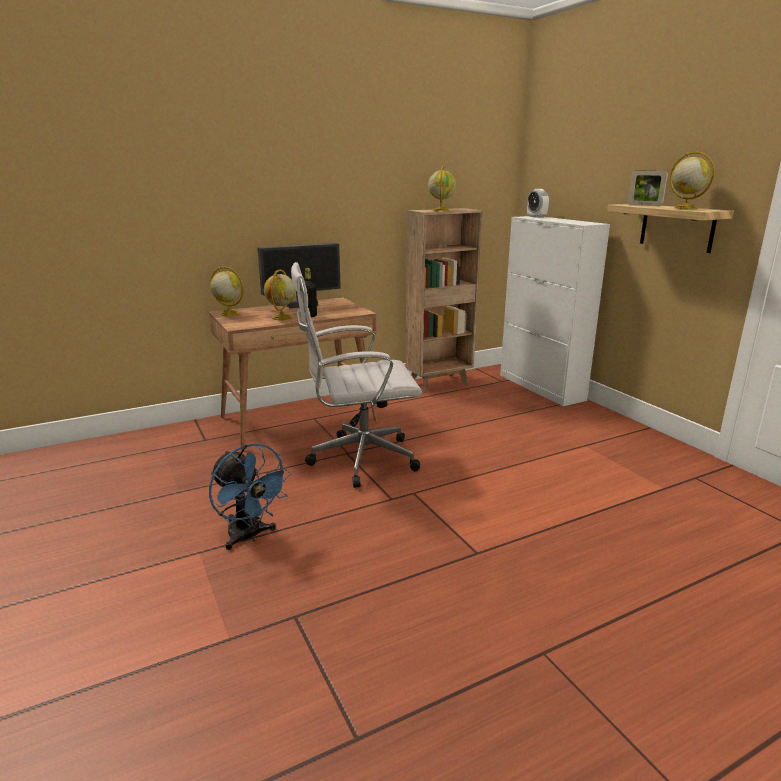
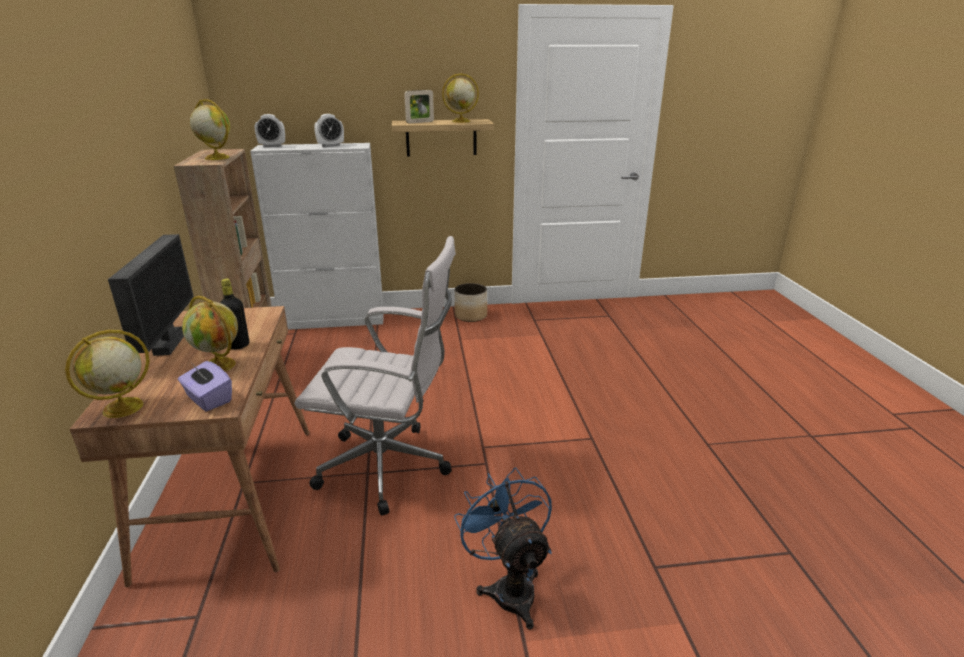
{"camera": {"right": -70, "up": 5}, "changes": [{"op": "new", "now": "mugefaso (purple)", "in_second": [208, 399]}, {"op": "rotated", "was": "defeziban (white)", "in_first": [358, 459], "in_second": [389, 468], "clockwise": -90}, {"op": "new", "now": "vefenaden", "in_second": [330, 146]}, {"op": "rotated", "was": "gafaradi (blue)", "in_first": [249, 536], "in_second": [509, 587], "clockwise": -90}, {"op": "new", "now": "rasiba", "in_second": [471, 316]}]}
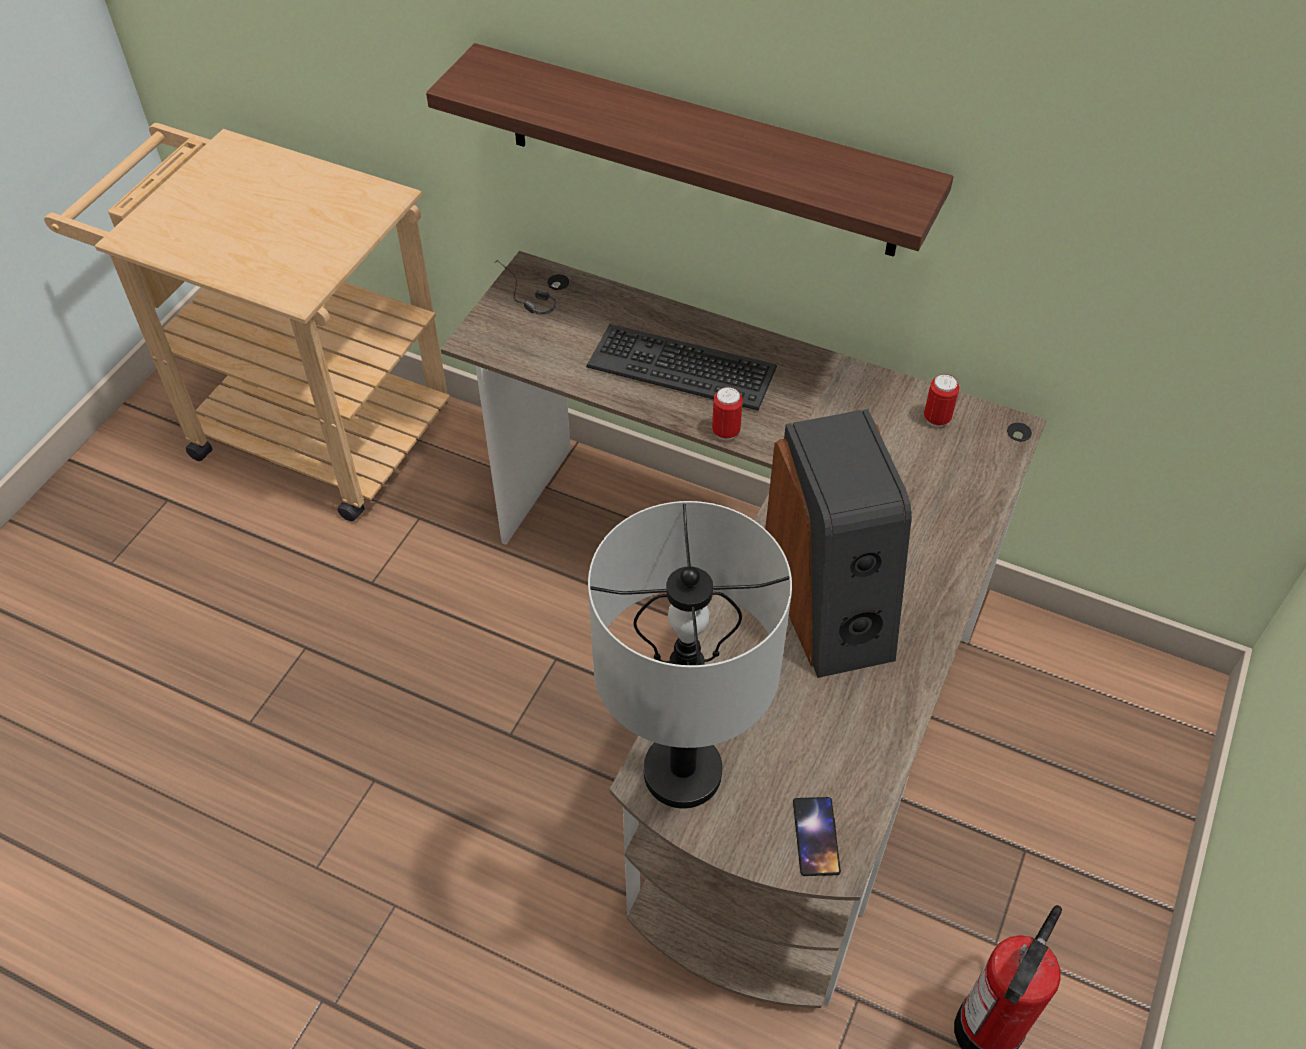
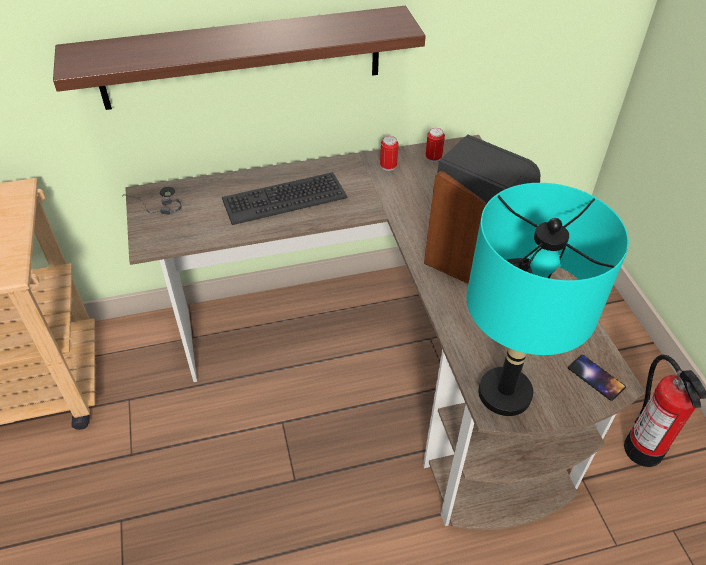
{"camera": {"right": -40, "up": -5}, "changes": [{"op": "shifted", "was": "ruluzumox", "in_first": [726, 432], "in_second": [388, 166]}, {"op": "repainted", "was": "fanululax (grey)", "now": "fanululax (turquoise)", "in_first": [682, 773], "in_second": [505, 394]}]}
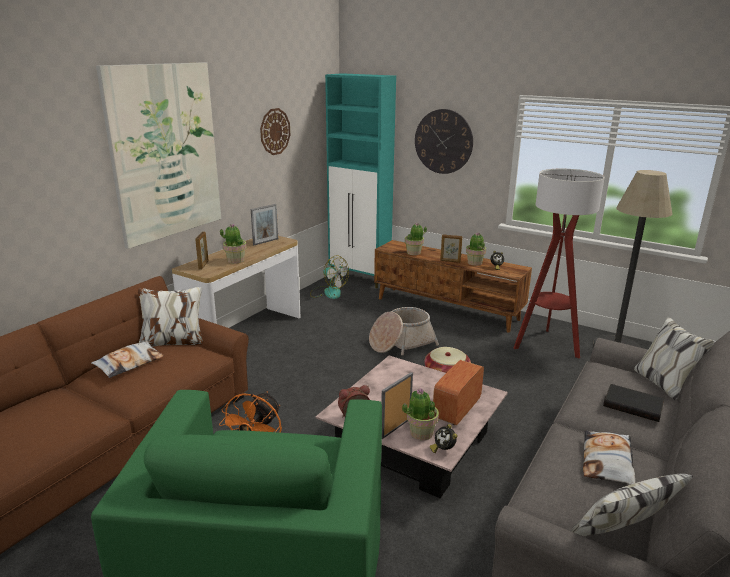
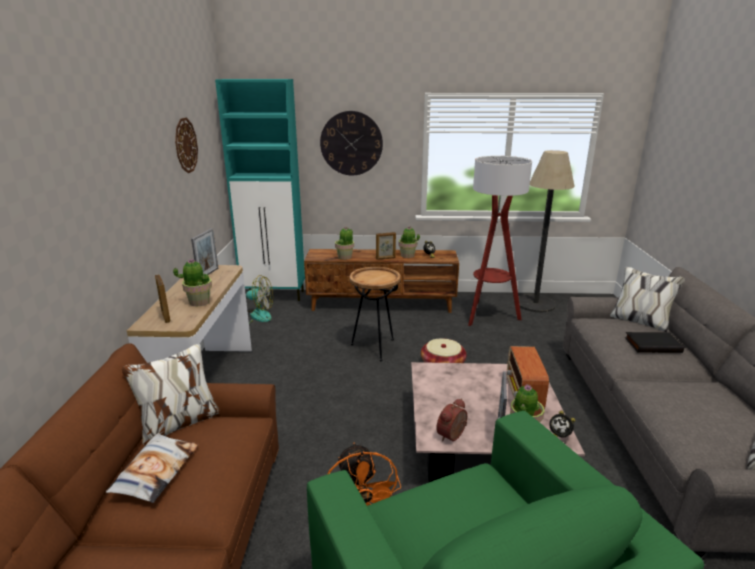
{"camera": {"right": -30, "up": 0}, "changes": [{"op": "swapped", "was": "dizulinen", "now": "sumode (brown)", "in_first": [401, 343], "in_second": [375, 348]}, {"op": "gone", "was": "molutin", "in_first": [165, 152]}, {"op": "gone", "was": "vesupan", "in_first": [607, 461]}]}
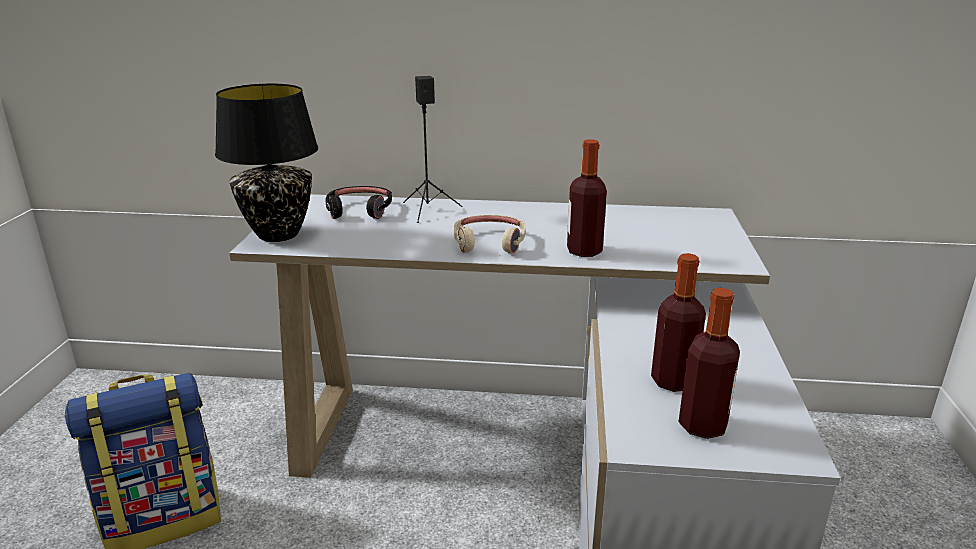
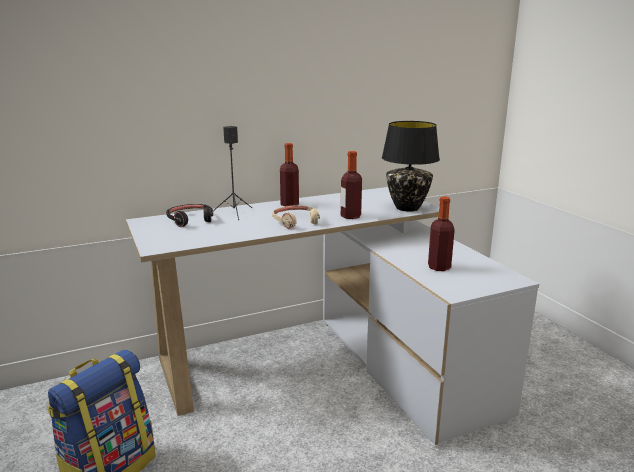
{"camera": {"right": -30, "up": -5}, "changes": [{"op": "shifted", "was": "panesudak", "in_first": [702, 426], "in_second": [289, 204]}, {"op": "shifted", "was": "fanululax (black)", "in_first": [277, 234], "in_second": [406, 208]}]}
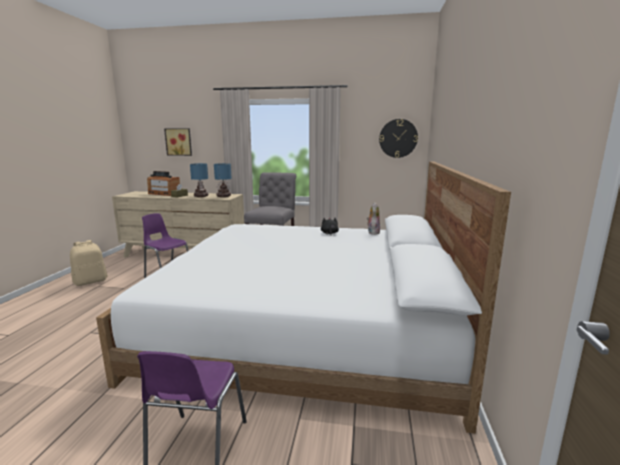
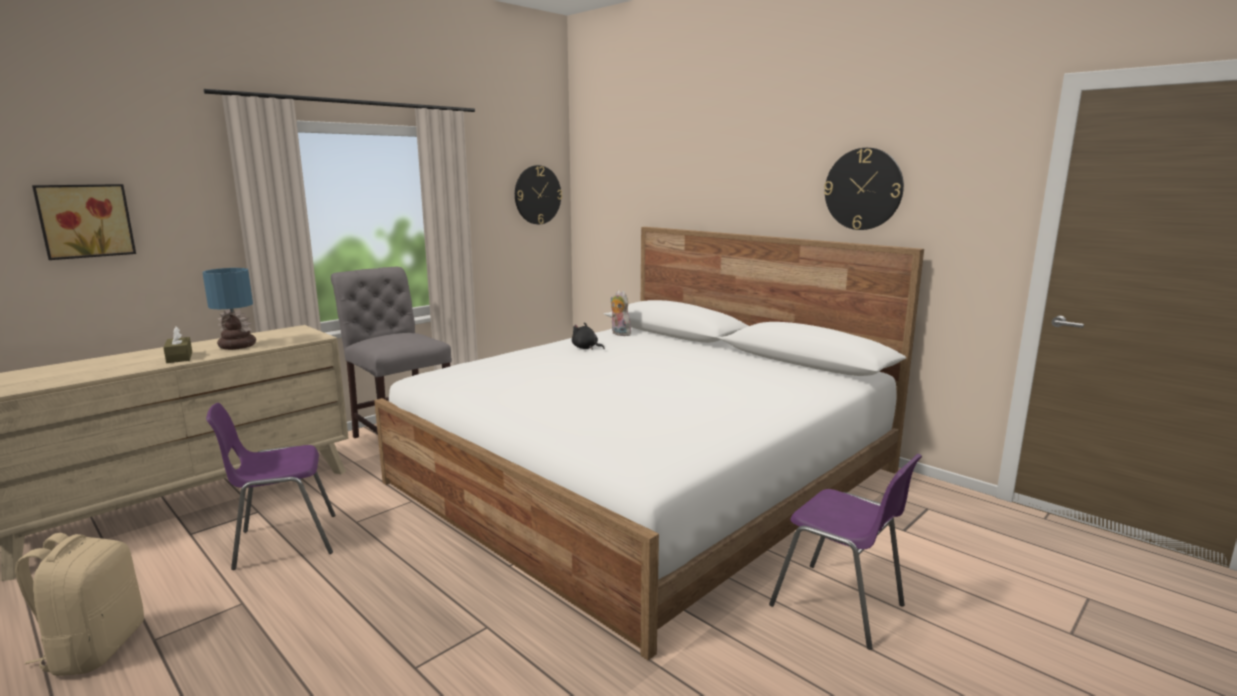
{"camera": {"right": -55, "up": 0}, "changes": [{"op": "new", "now": "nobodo", "in_second": [863, 189]}, {"op": "gone", "was": "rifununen", "in_first": [164, 193]}, {"op": "gone", "was": "fanululax", "in_first": [224, 196]}]}
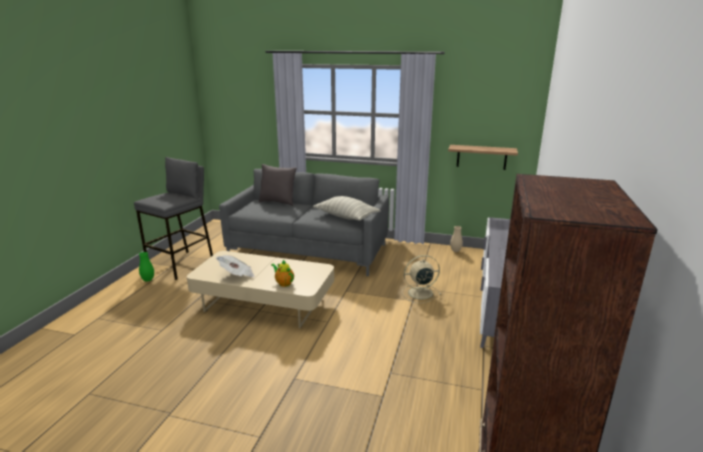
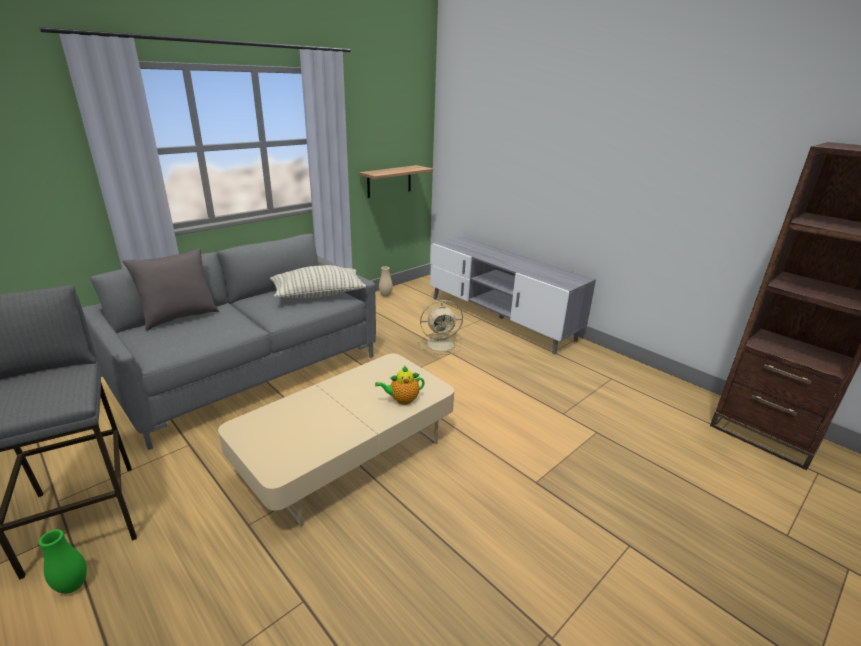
{"camera": {"right": -60, "up": 5}, "changes": [{"op": "rotated", "was": "gafaradi (beige)", "in_first": [419, 293], "in_second": [442, 344], "clockwise": -120}, {"op": "gone", "was": "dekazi", "in_first": [237, 275]}]}
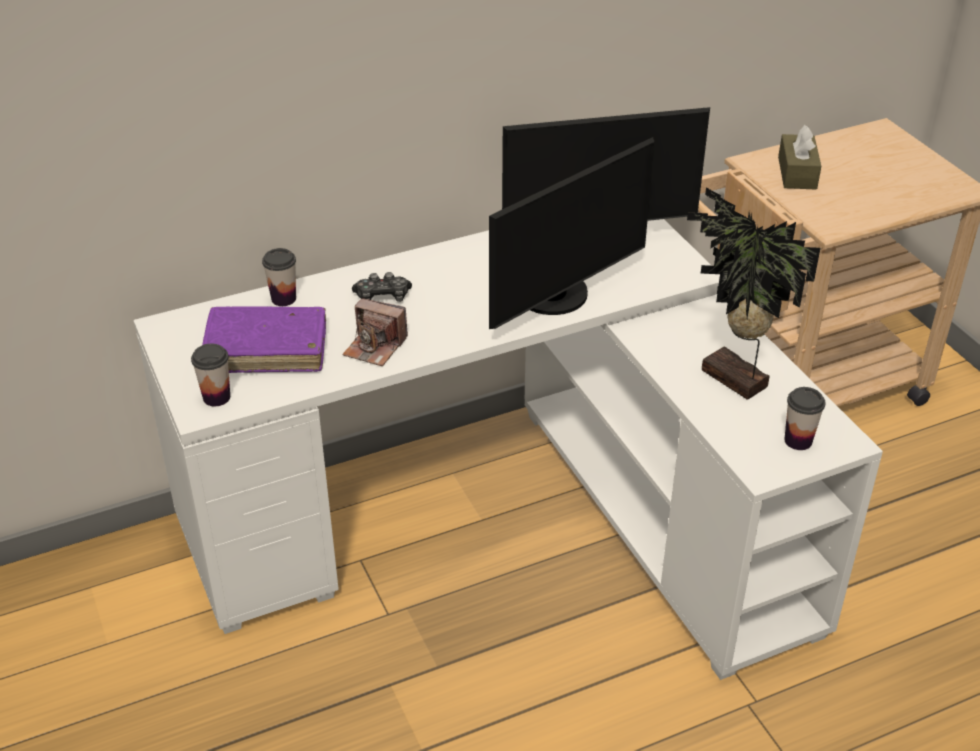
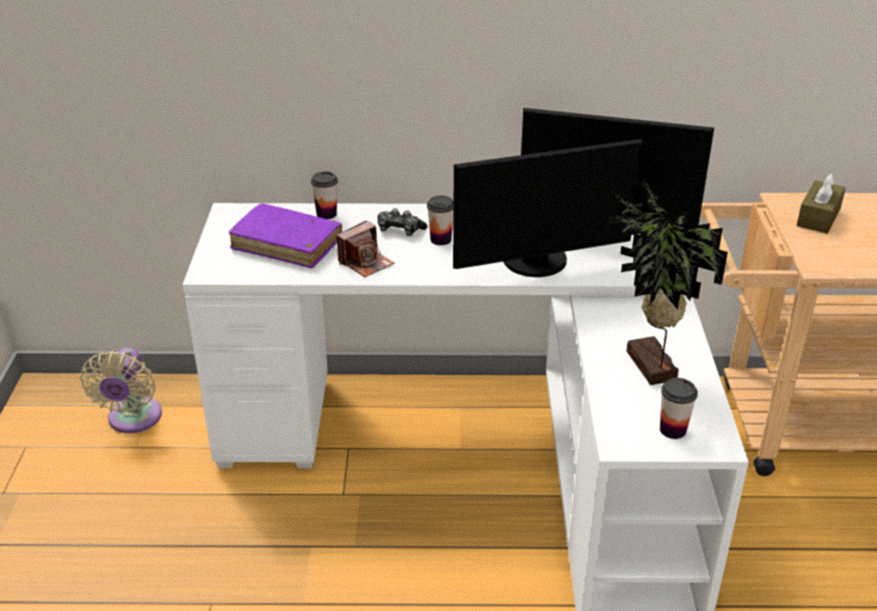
{"camera": {"right": 25, "up": -5}, "changes": [{"op": "new", "now": "gafaradi (beige)", "in_second": [133, 420]}, {"op": "rotated", "was": "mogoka", "in_first": [375, 347], "in_second": [366, 263], "clockwise": -90}, {"op": "shifted", "was": "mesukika", "in_first": [216, 397], "in_second": [440, 239]}]}
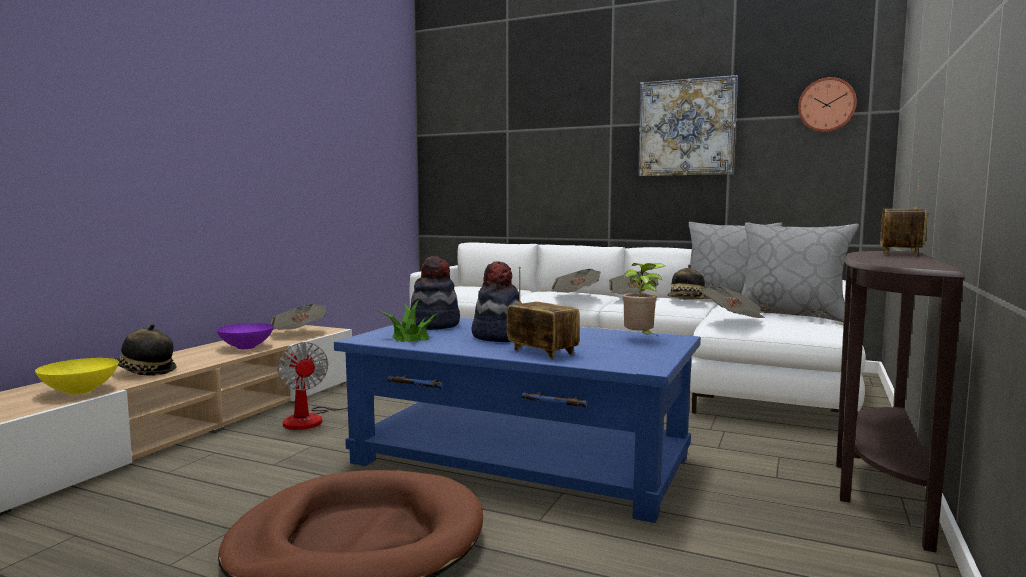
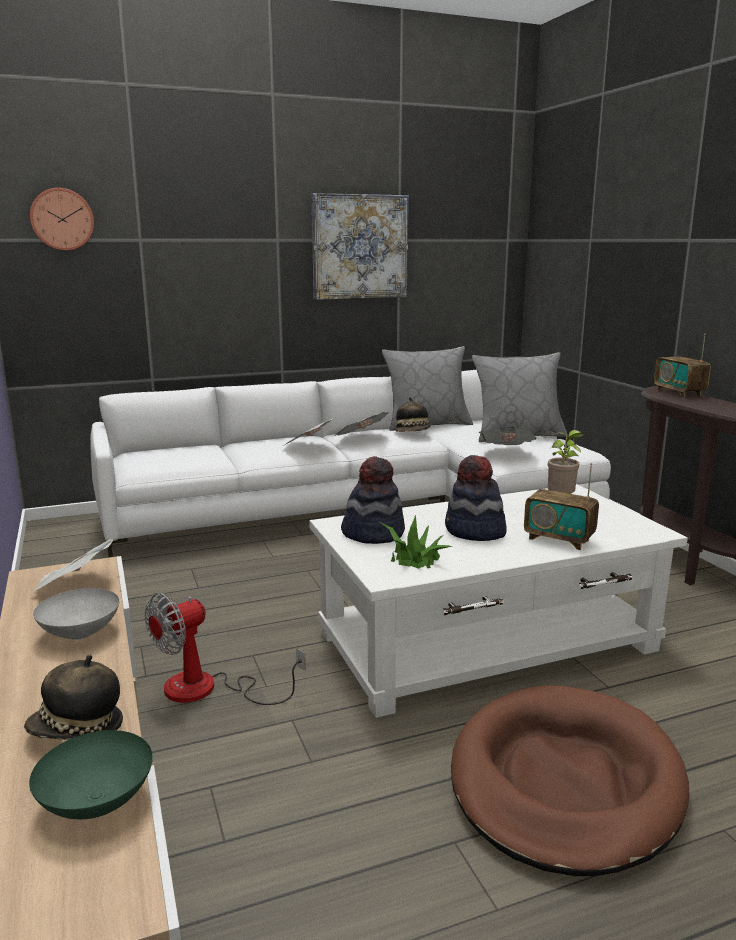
{"camera": {"right": -45, "up": 10}, "changes": [{"op": "repainted", "was": "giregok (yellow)", "now": "giregok (green)", "in_first": [79, 391], "in_second": [95, 803]}, {"op": "shifted", "was": "nobodo", "in_first": [826, 105], "in_second": [62, 219]}, {"op": "repainted", "was": "giregok (purple)", "now": "giregok (grey)", "in_first": [245, 347], "in_second": [79, 634]}, {"op": "rotated", "was": "gafaradi", "in_first": [313, 418], "in_second": [208, 689], "clockwise": 120}, {"op": "repainted", "was": "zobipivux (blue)", "now": "zobipivux (white)", "in_first": [521, 460], "in_second": [488, 642]}, {"op": "rotated", "was": "rifununen", "in_first": [542, 352], "in_second": [559, 539], "clockwise": -150}]}
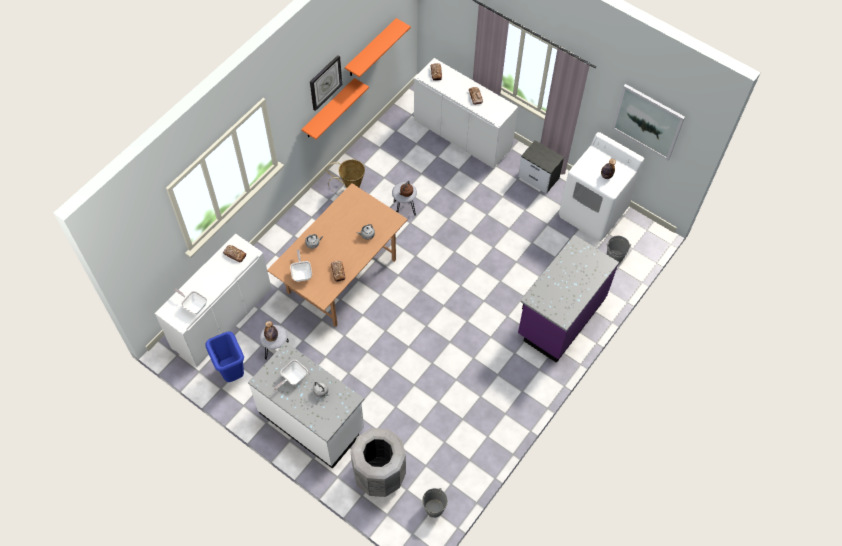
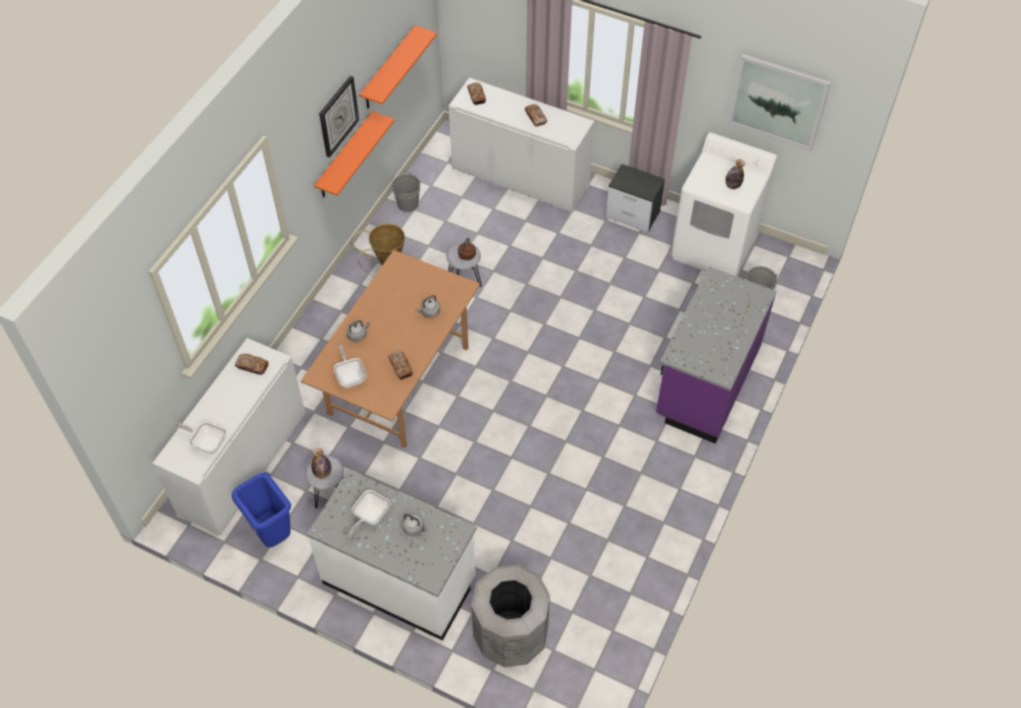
{"camera": {"right": -10, "up": -5}, "changes": [{"op": "shifted", "was": "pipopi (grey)", "in_first": [434, 508], "in_second": [408, 204]}]}
